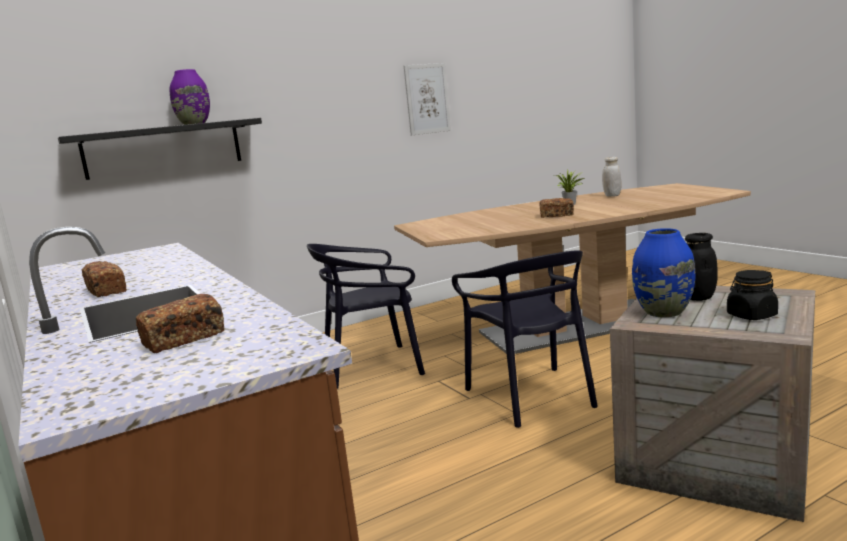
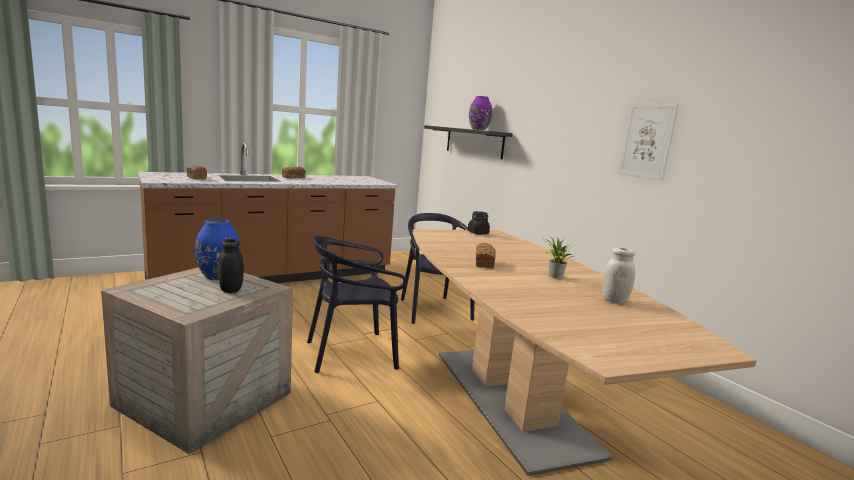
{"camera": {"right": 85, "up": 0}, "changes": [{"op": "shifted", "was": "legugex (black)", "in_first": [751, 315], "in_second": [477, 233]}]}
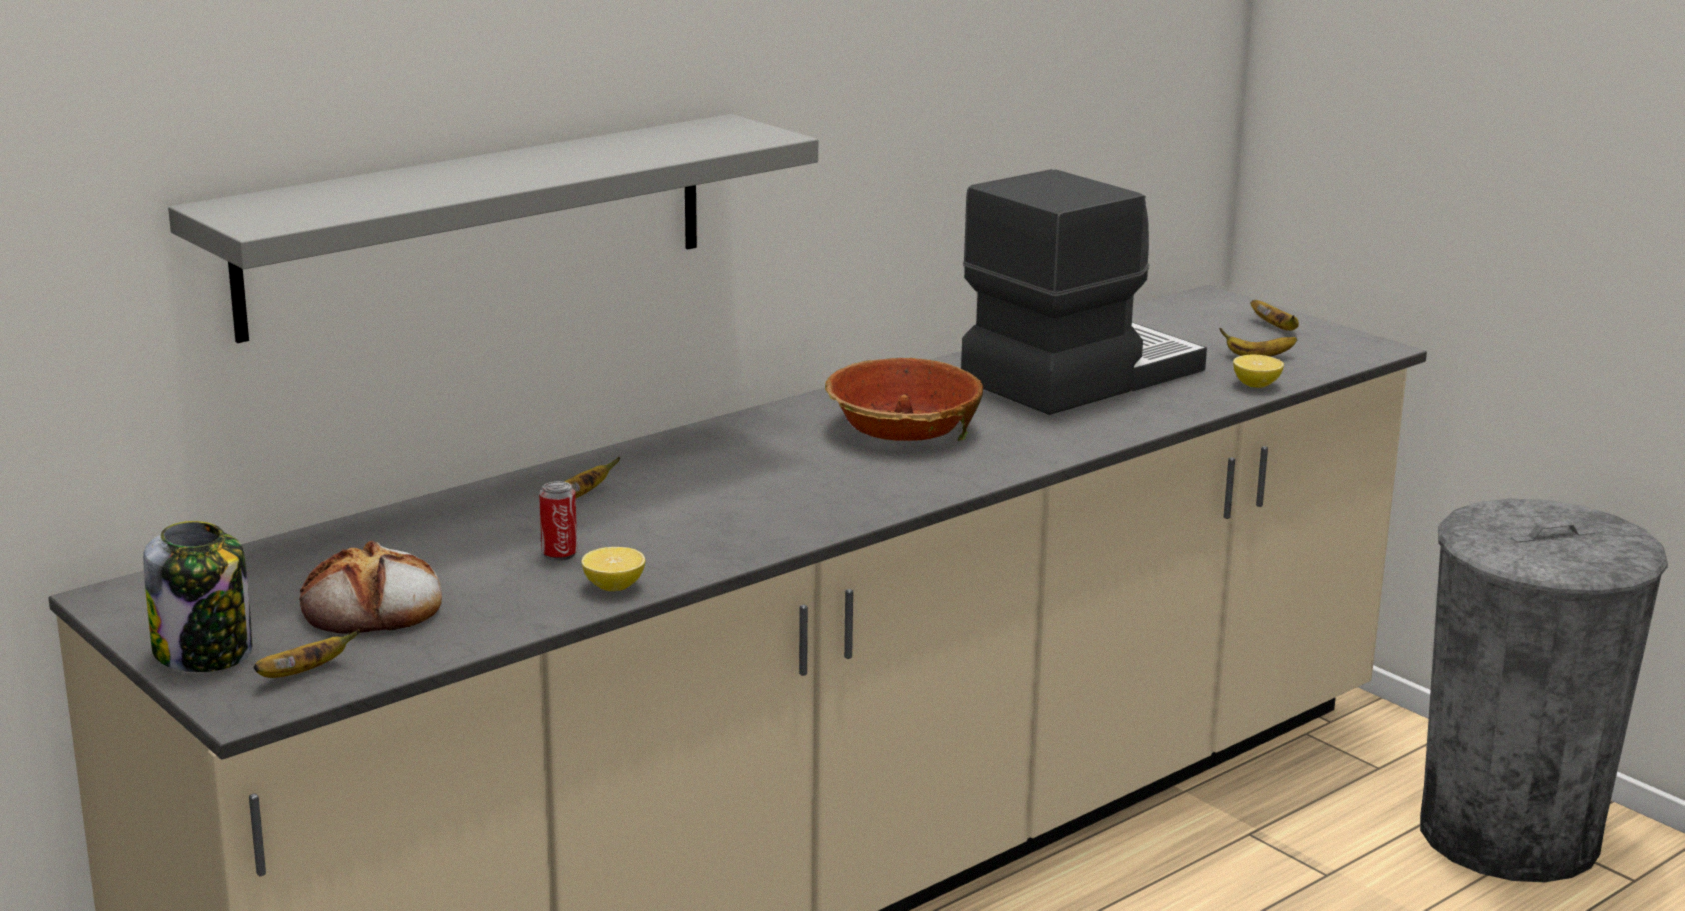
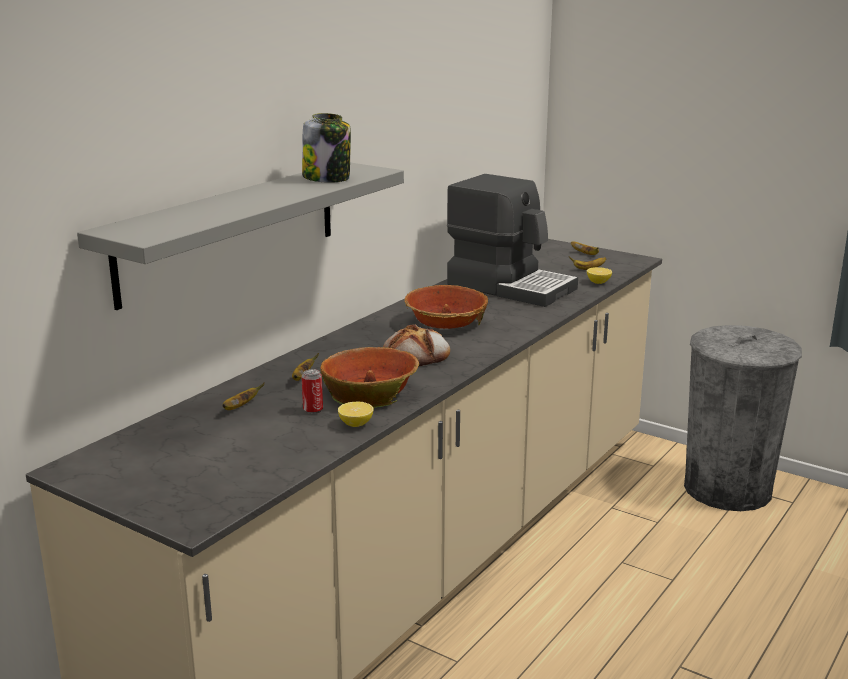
{"camera": {"right": -15, "up": 0}, "changes": [{"op": "shifted", "was": "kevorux", "in_first": [303, 673], "in_second": [240, 407]}, {"op": "shifted", "was": "legugex", "in_first": [205, 653], "in_second": [327, 178]}, {"op": "new", "now": "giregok", "in_second": [370, 391]}, {"op": "shifted", "was": "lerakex", "in_first": [374, 606], "in_second": [417, 354]}, {"op": "rotated", "was": "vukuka", "in_first": [1078, 375], "in_second": [511, 286], "clockwise": 90}]}
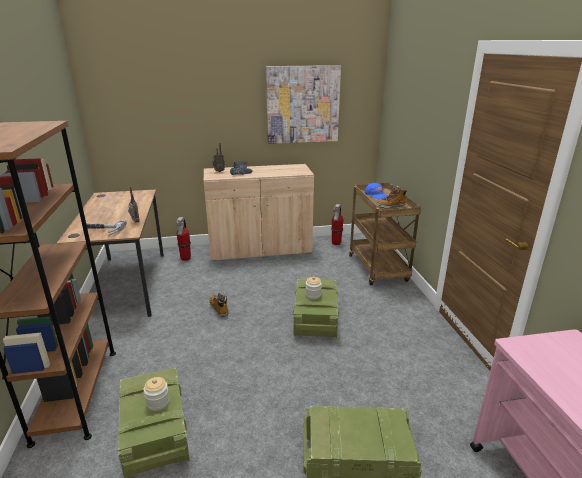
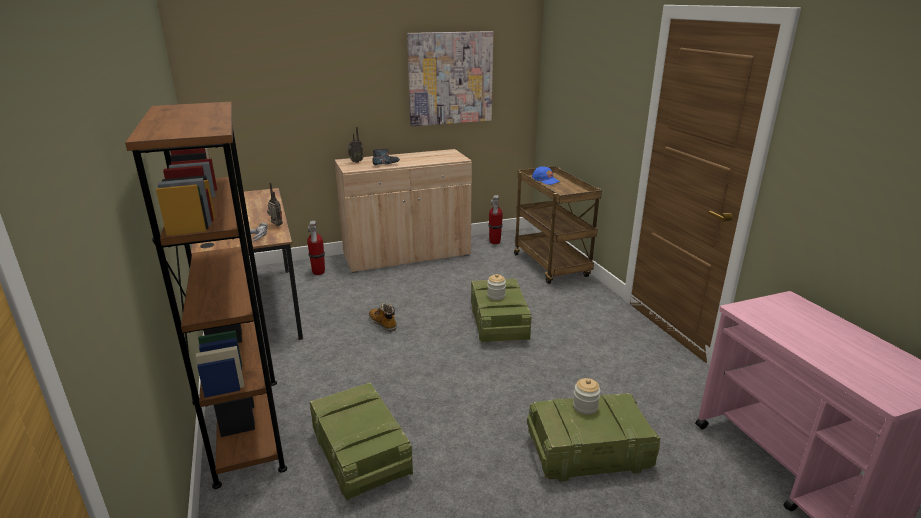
{"camera": {"right": -10, "up": 0}, "changes": [{"op": "shifted", "was": "legugex", "in_first": [158, 402], "in_second": [585, 407]}, {"op": "gone", "was": "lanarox", "in_first": [390, 206]}]}
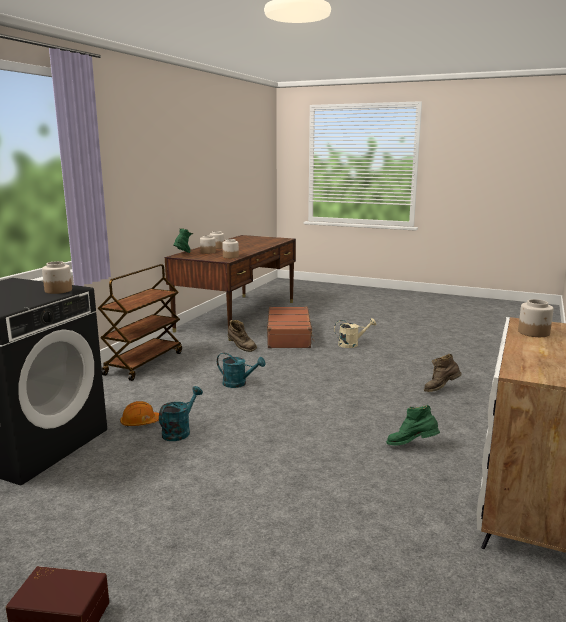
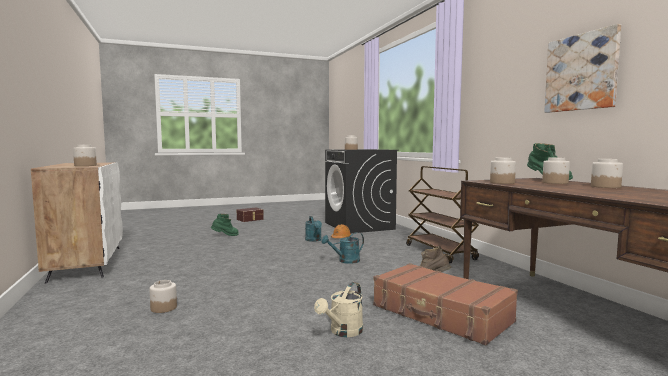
{"camera": {"right": 135, "up": -10}, "changes": [{"op": "swapped", "was": "lanarox (brown)", "now": "legugex", "in_first": [441, 389], "in_second": [163, 308]}, {"op": "shifted", "was": "lanarox (green)", "in_first": [411, 446], "in_second": [225, 236]}, {"op": "new", "now": "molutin", "in_second": [581, 72]}]}
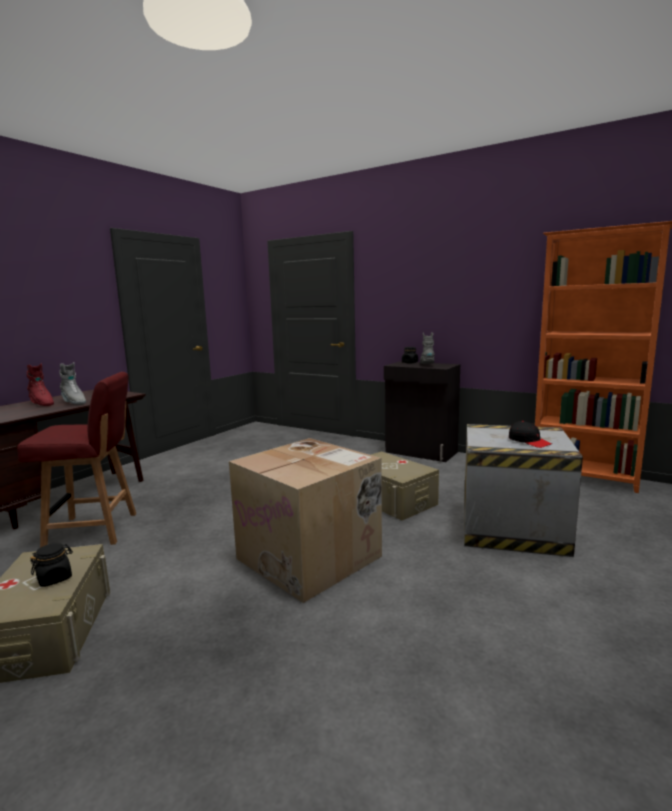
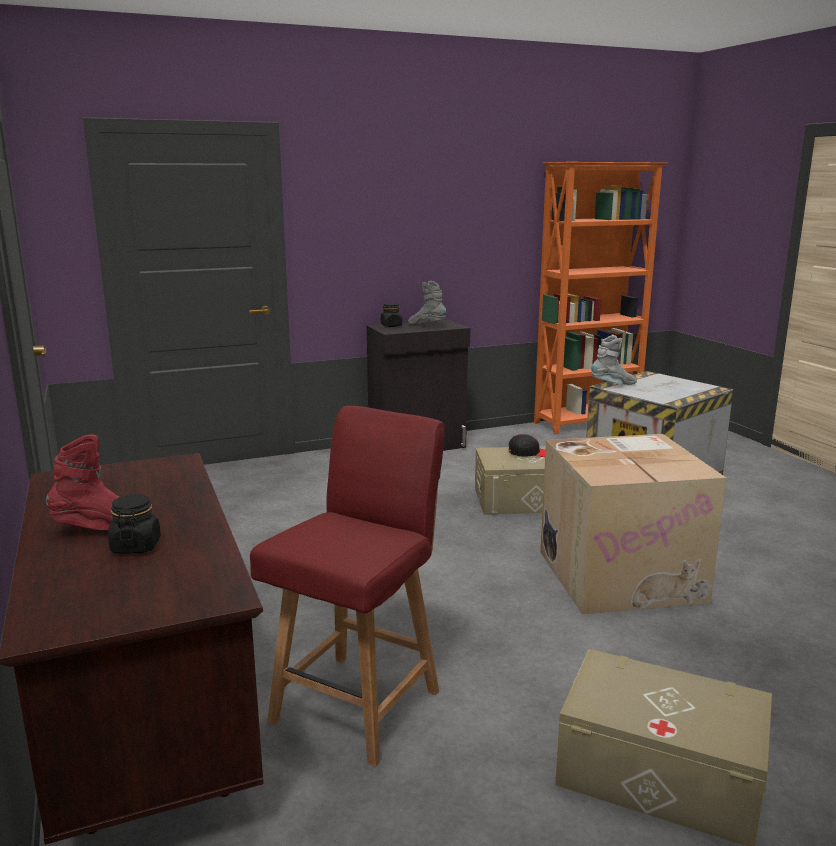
{"camera": {"right": -55, "up": 5}, "changes": [{"op": "shifted", "was": "legugex (black)", "in_first": [55, 578], "in_second": [136, 546]}, {"op": "shifted", "was": "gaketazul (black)", "in_first": [529, 441], "in_second": [529, 453]}, {"op": "shifted", "was": "lanarox (grey)", "in_first": [73, 402], "in_second": [613, 385]}]}
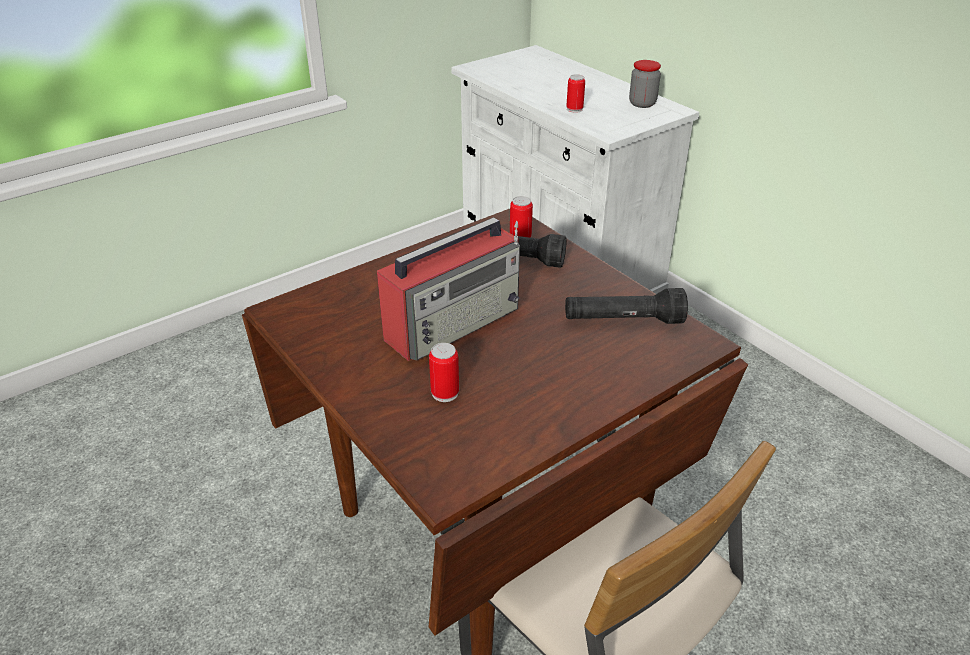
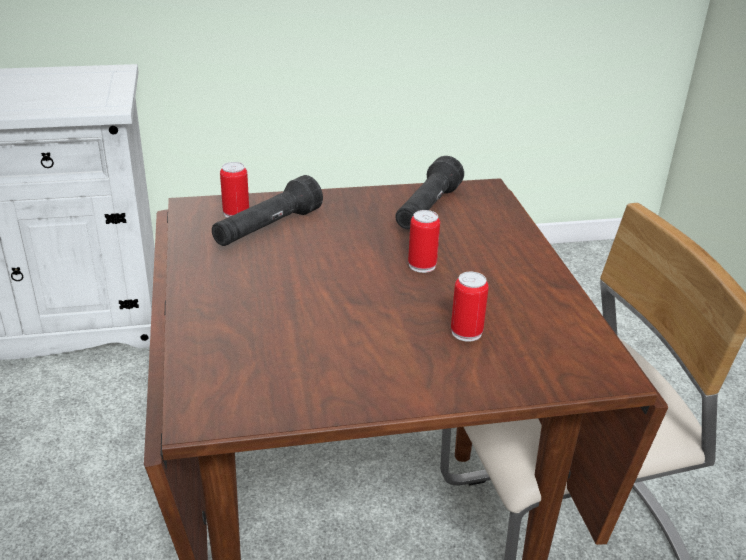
{"camera": {"right": -65, "up": -5}, "changes": [{"op": "shifted", "was": "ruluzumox", "in_first": [574, 109], "in_second": [422, 265]}, {"op": "gone", "was": "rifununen", "in_first": [454, 322]}, {"op": "gone", "was": "legugex", "in_first": [642, 103]}]}
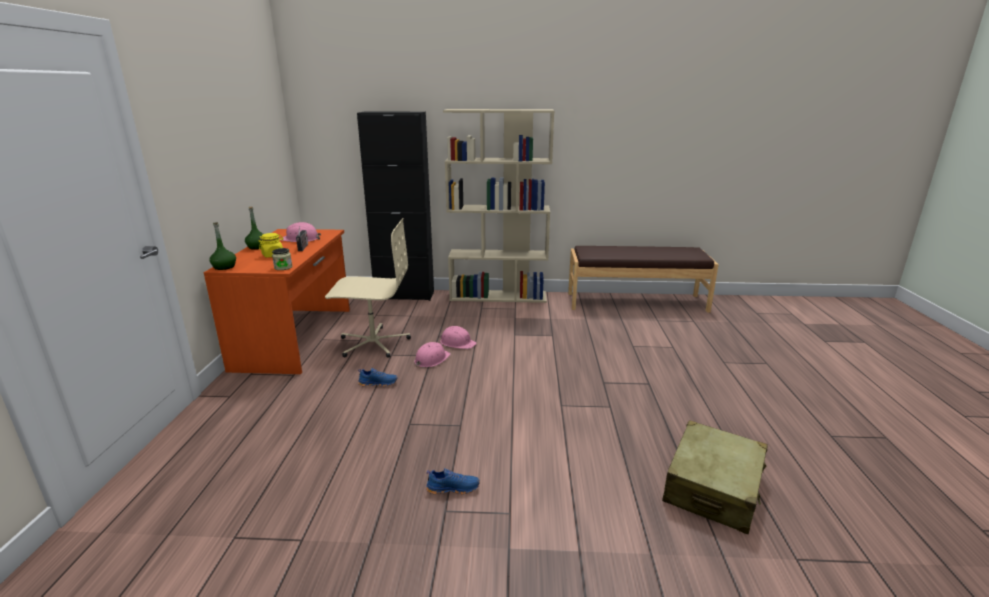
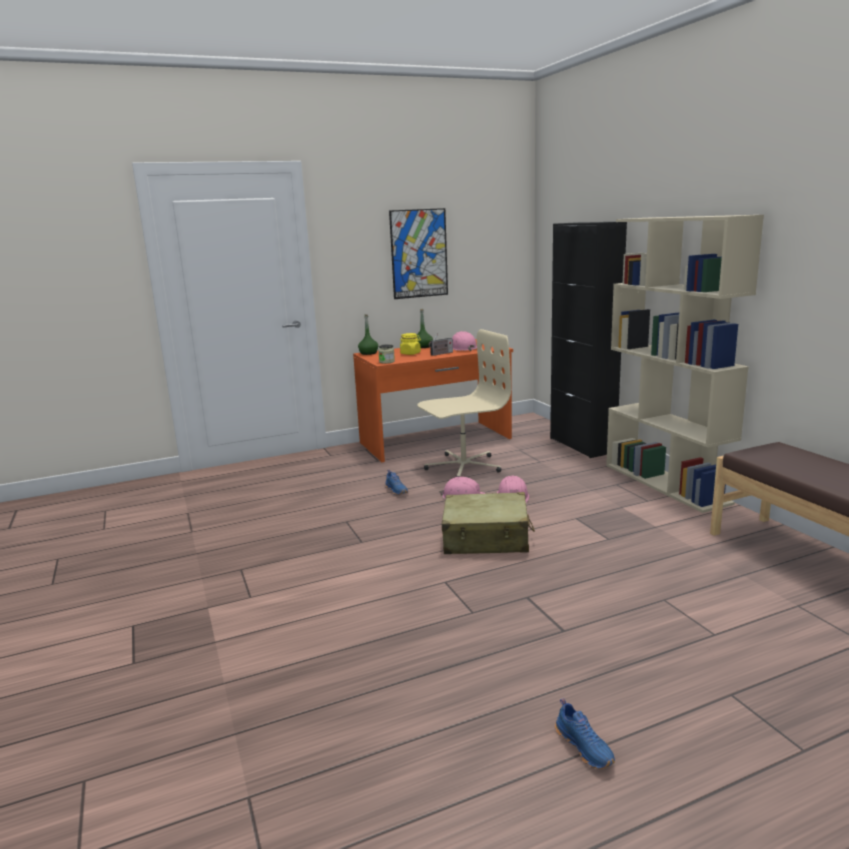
{"camera": {"right": 65, "up": -5}, "changes": [{"op": "new", "now": "molutin", "in_second": [419, 253]}, {"op": "rotated", "was": "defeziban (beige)", "in_first": [373, 343], "in_second": [463, 466], "clockwise": -90}, {"op": "shifted", "was": "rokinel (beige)", "in_first": [713, 488], "in_second": [486, 538]}, {"op": "shifted", "was": "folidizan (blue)", "in_first": [453, 488], "in_second": [585, 747]}]}
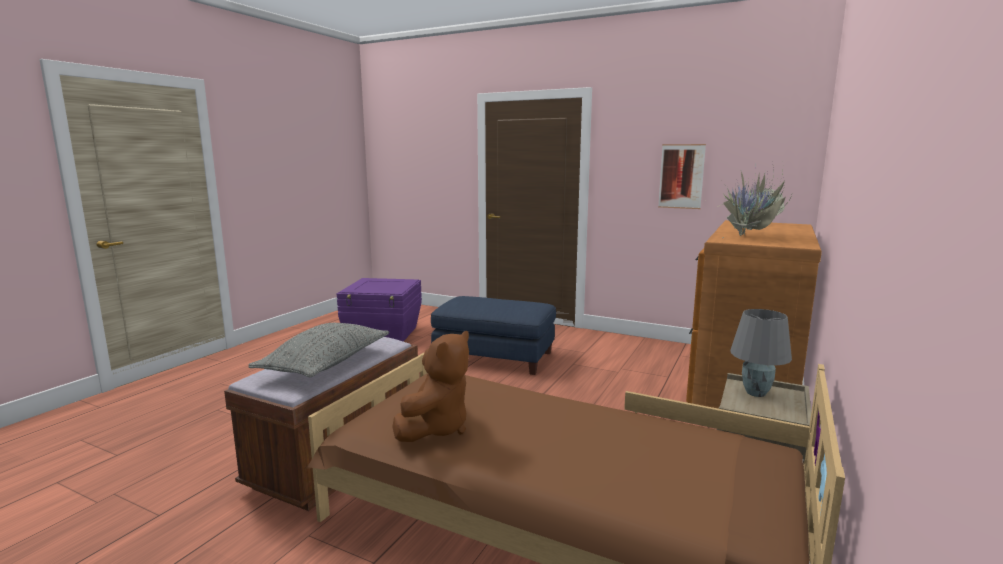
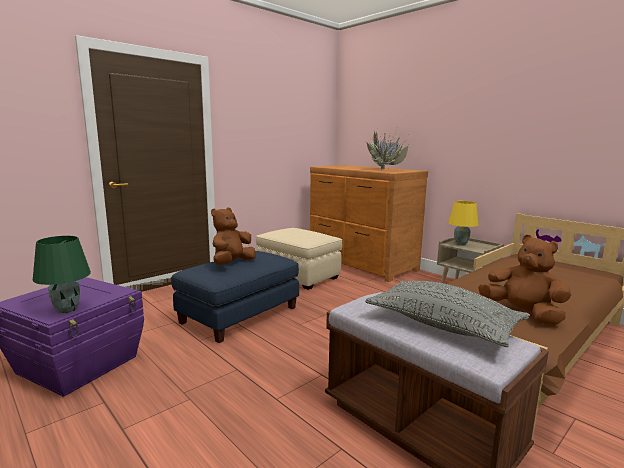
{"camera": {"right": -70, "up": 0}, "changes": [{"op": "new", "now": "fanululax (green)", "in_second": [66, 310]}, {"op": "new", "now": "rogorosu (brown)", "in_second": [232, 263]}, {"op": "new", "now": "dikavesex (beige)", "in_second": [298, 276]}, {"op": "repainted", "was": "fanululax (grey)", "now": "fanululax (yellow)", "in_first": [755, 393], "in_second": [461, 244]}, {"op": "gone", "was": "molutin", "in_first": [681, 176]}]}
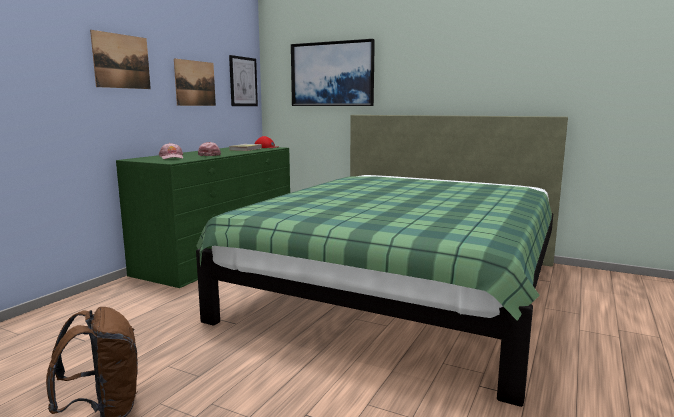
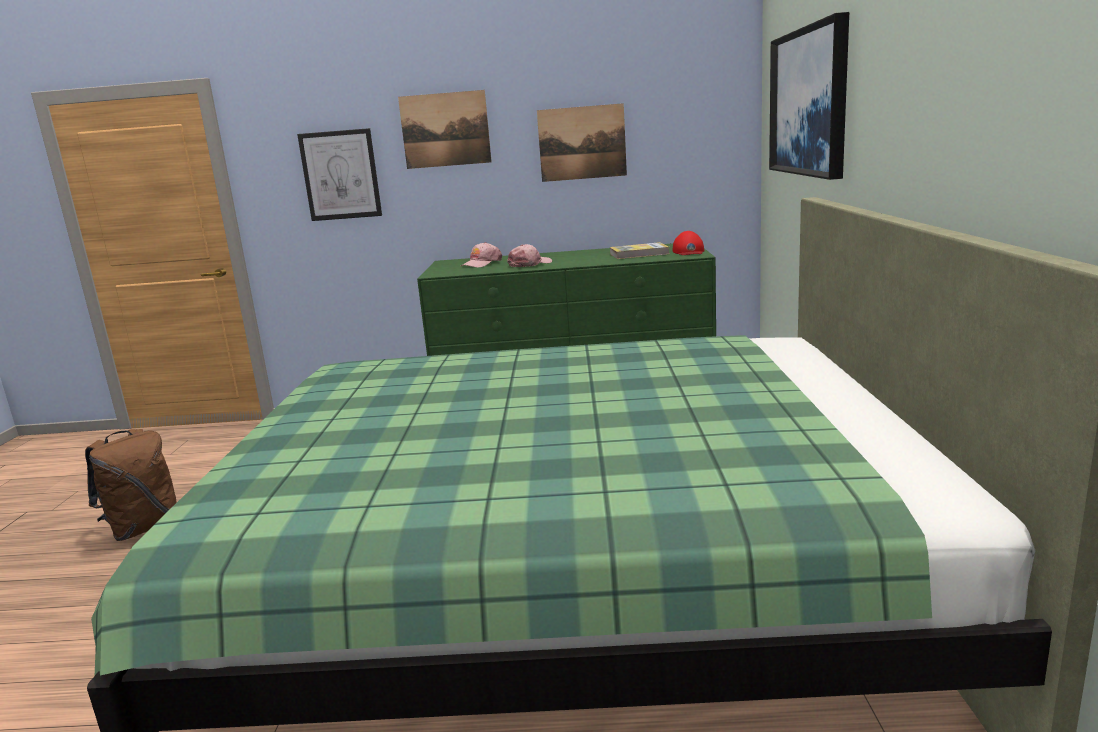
{"camera": {"right": 65, "up": 5}, "changes": [{"op": "shifted", "was": "molutin", "in_first": [243, 81], "in_second": [340, 175]}]}
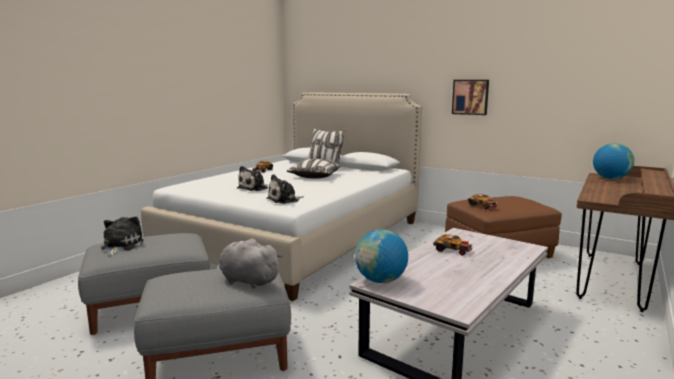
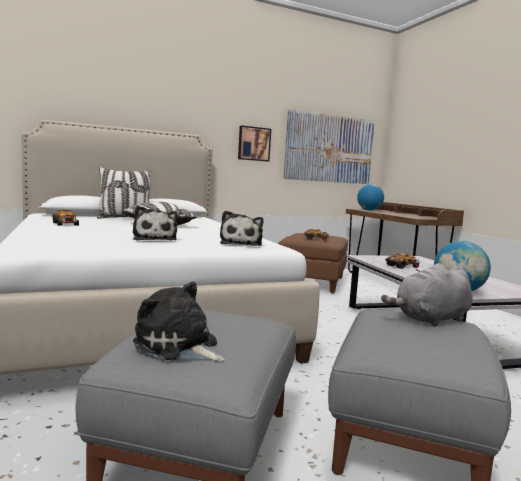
{"camera": {"right": -55, "up": -5}, "changes": [{"op": "new", "now": "molutin", "in_second": [329, 148]}]}
